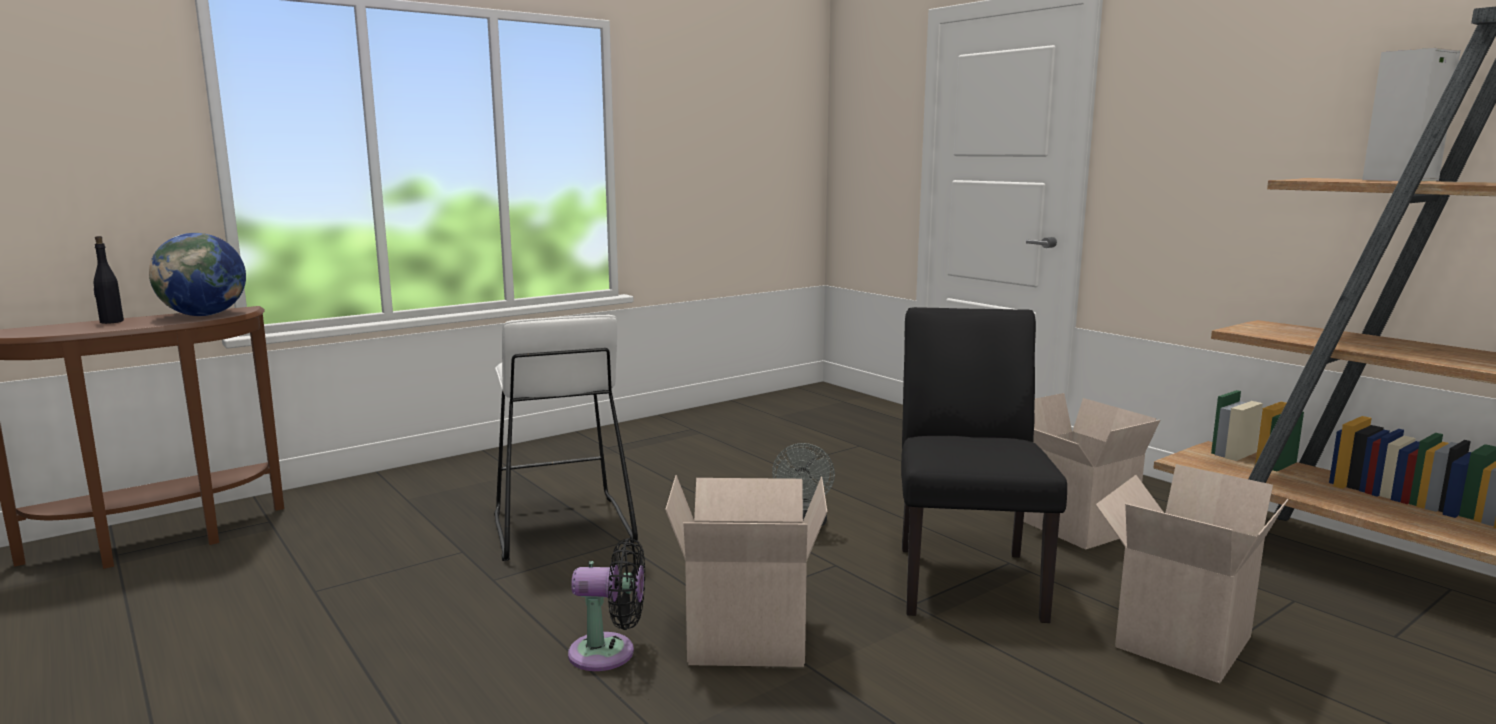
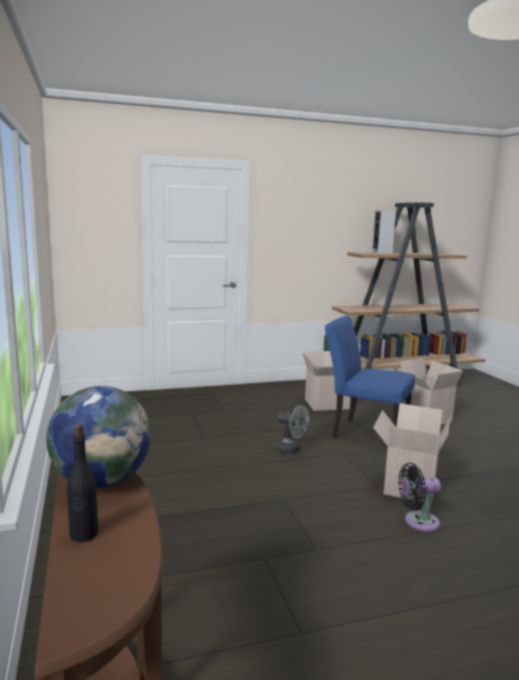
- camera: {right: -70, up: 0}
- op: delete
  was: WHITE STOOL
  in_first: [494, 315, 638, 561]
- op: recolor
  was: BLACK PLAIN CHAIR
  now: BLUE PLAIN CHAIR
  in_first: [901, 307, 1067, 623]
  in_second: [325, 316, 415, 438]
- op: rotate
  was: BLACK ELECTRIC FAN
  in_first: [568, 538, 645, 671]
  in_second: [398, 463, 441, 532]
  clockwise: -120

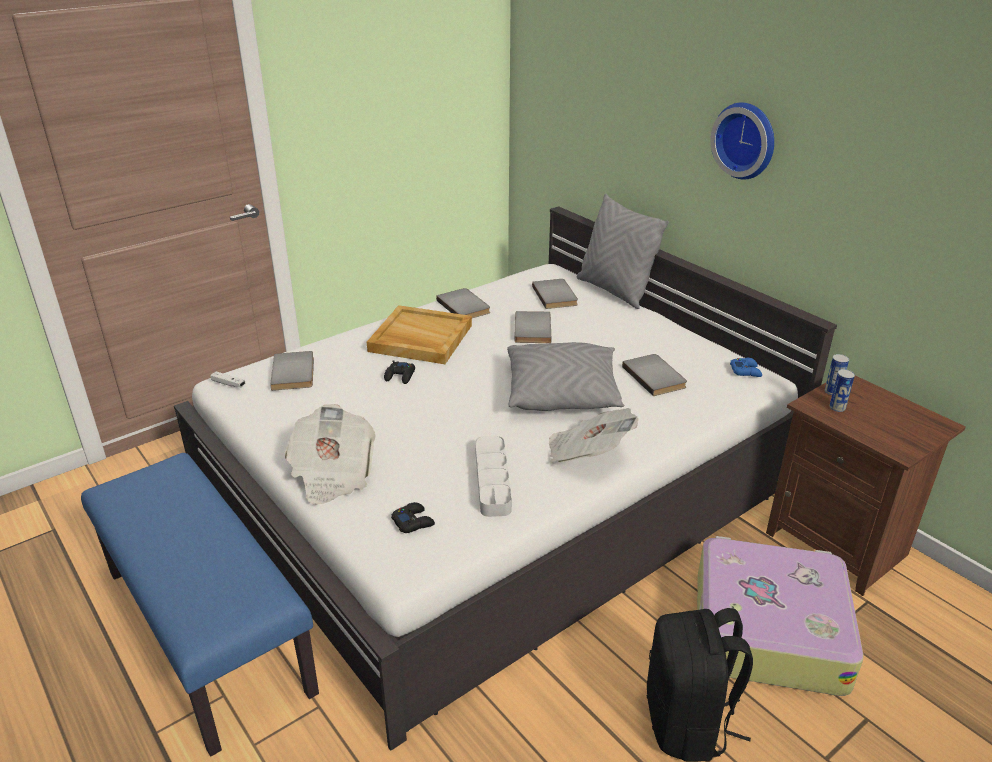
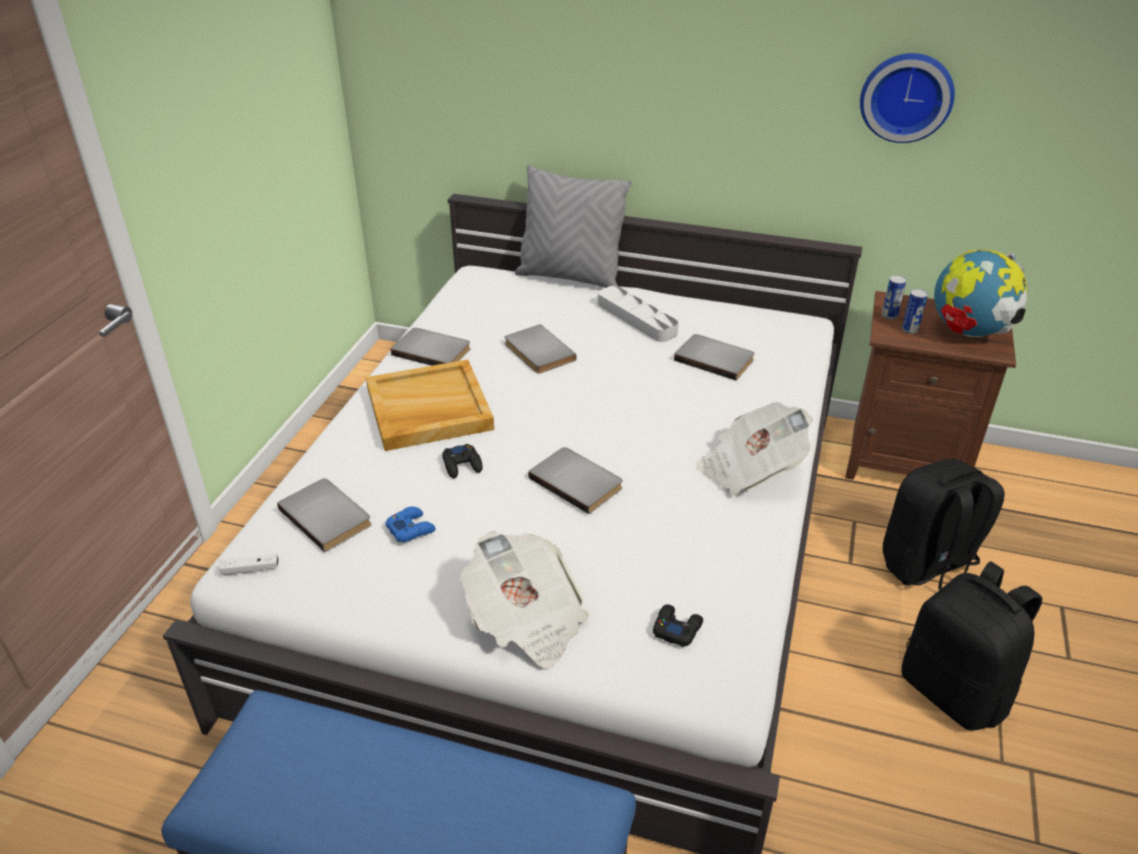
- camera: {right: -35, up: 5}
- op: delete
  was: GRAY PILLOW
  in_first: [507, 342, 624, 411]
- op: insert
  now: DESK GLOBE
  in_second: [934, 250, 1027, 337]
- op: move
  was: GRAY CARRYING TRAY
  in_first: [475, 436, 512, 517]
  in_second: [598, 286, 679, 342]
- op: move
  was: GRAY VOLUME
  in_first: [532, 279, 578, 309]
  in_second: [528, 447, 623, 514]
- op: move
  was: HANGING CLOCK
  in_first: [710, 102, 774, 180]
  in_second: [860, 53, 955, 143]
- op: move
  was: BLUE GAMEPAD
  in_first: [730, 357, 762, 377]
  in_second: [385, 506, 436, 542]
- op: replace
  was: TRAVEL CASE
  now: BLACK RUCKSACK
  in_first: [697, 536, 864, 696]
  in_second: [883, 459, 1005, 590]

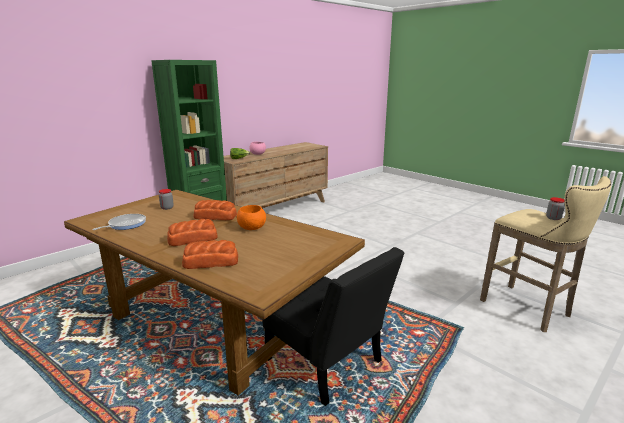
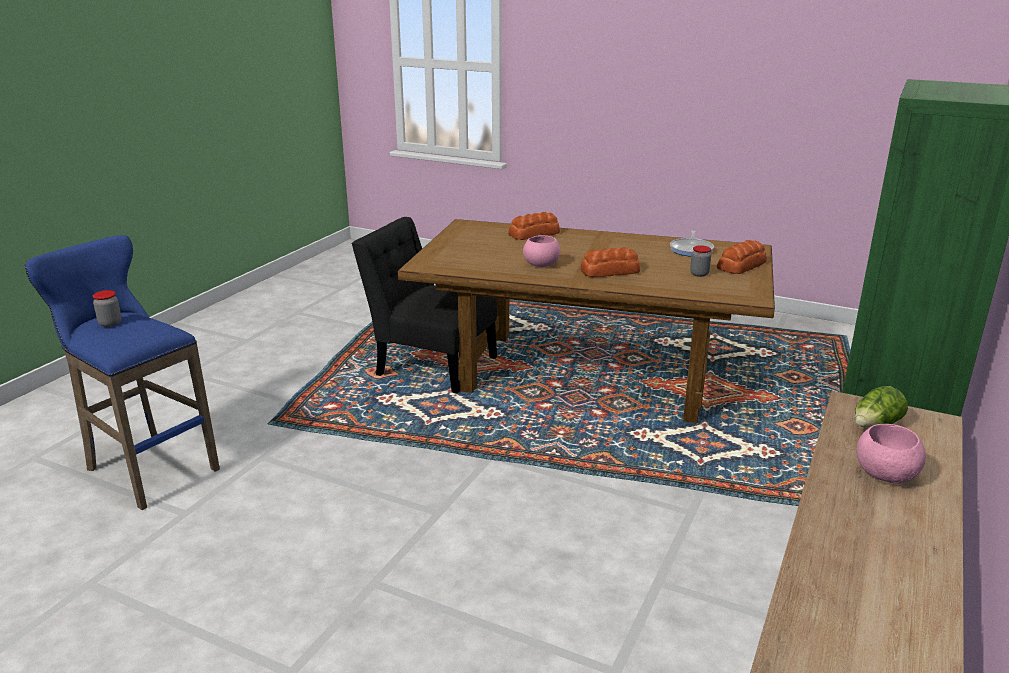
- camera: {right: 160, up: 5}
- op: move
  was: BREAD
  in_first: [167, 219, 218, 246]
  in_second: [717, 240, 767, 274]
- op: recolor
  was: ORANGEY BOWL
  now: PINK BOWL
  in_first: [237, 205, 266, 230]
  in_second: [523, 235, 560, 267]
- op: recolor
  was: SAND-COLOURED STOOL
  now: BLUE STOOL
  in_first: [480, 176, 611, 332]
  in_second: [25, 235, 220, 510]

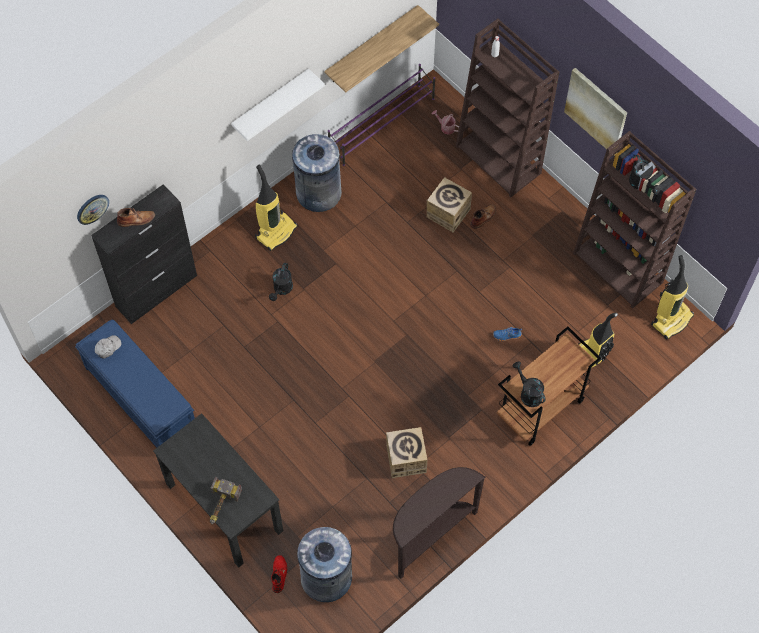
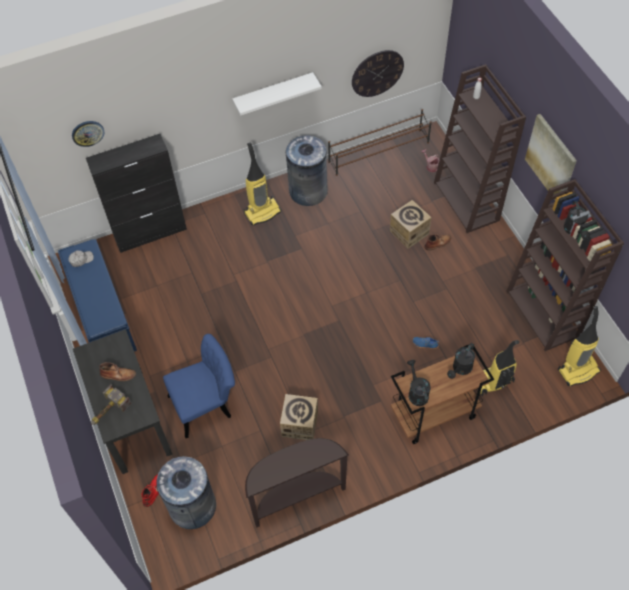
- camera: {right: 20, up: -5}
- op: insert
  now: BLUE PLAIN CHAIR
  in_second: [163, 334, 235, 438]
- op: move
  was: BROWN HIGH-TOP BOOT
  in_first: [117, 208, 155, 227]
  in_second: [100, 362, 136, 381]
- op: move
  was: BLACK SPRINKLING CAN
  in_first: [269, 263, 293, 301]
  in_second: [447, 343, 475, 379]
- op: replace
  was: WALL SHELF
  now: HANGING CLOCK
  in_first: [324, 5, 439, 93]
  in_second: [352, 50, 404, 97]
- op: recolor
  was: PURPLISH SHOE STAND
  now: BROWN SHOE STAND
  in_first: [328, 64, 435, 166]
  in_second: [328, 109, 432, 176]

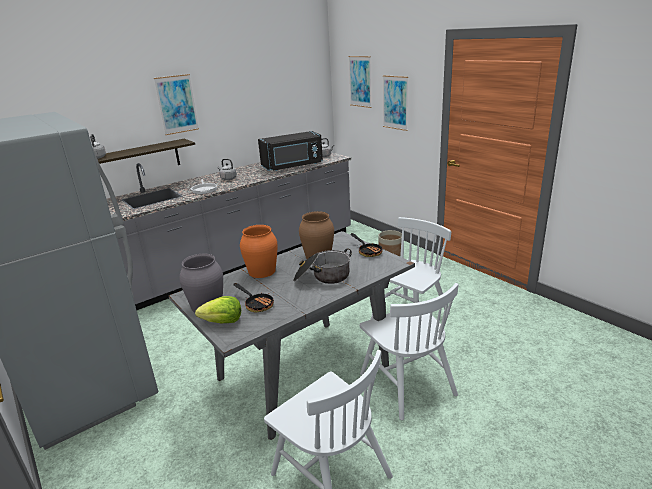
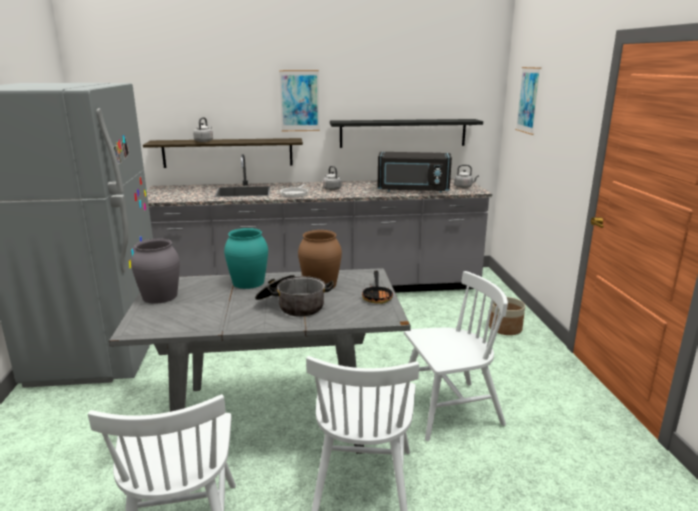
- camera: {right: 30, up: -5}
- op: delete
  was: HEAD OF LETTUCE
  in_first: [195, 296, 241, 323]
- op: delete
  was: SKILLET
  in_first: [233, 283, 274, 312]
- op: delete
  was: WALL ART
  in_first: [383, 75, 408, 131]
- op: insert
  now: BLACK WALL SHELF
  in_second: [330, 119, 483, 148]
- op: recolor
  was: ORANGEY FLOWER VASE
  now: TURQUOISE-COLOURED FLOWER VASE
  in_first: [240, 225, 278, 278]
  in_second: [224, 228, 268, 289]

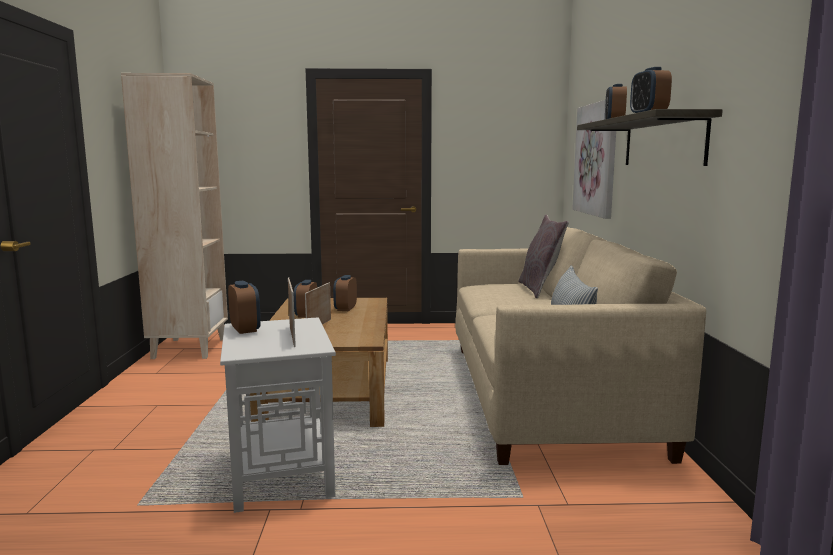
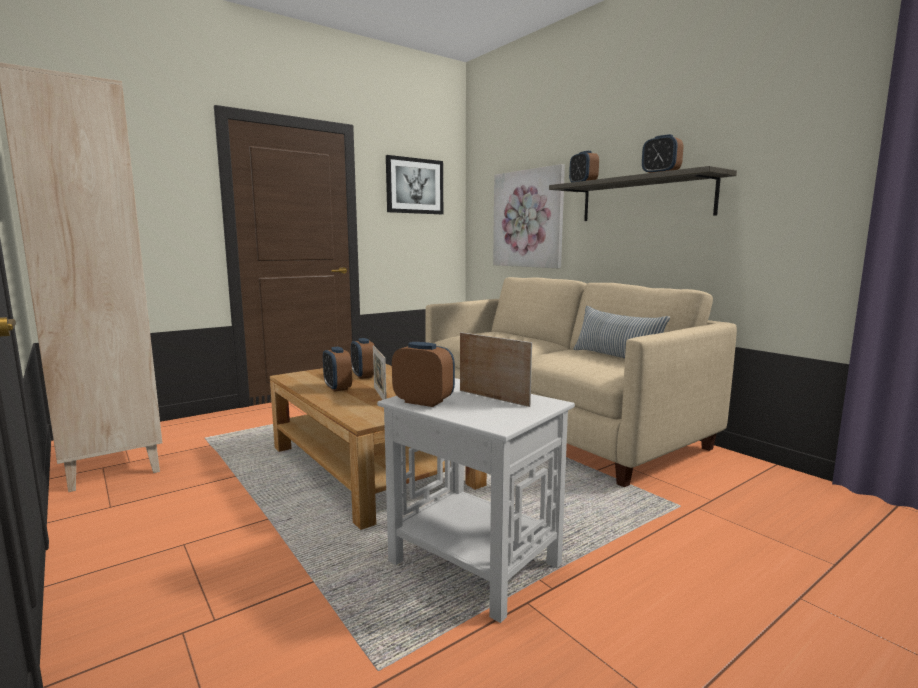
- camera: {right: -35, up: 0}
- op: delete
  was: GRAY PILLOW
  in_first: [518, 215, 569, 298]
- op: insert
  now: WALL ART
  in_second: [386, 155, 443, 214]

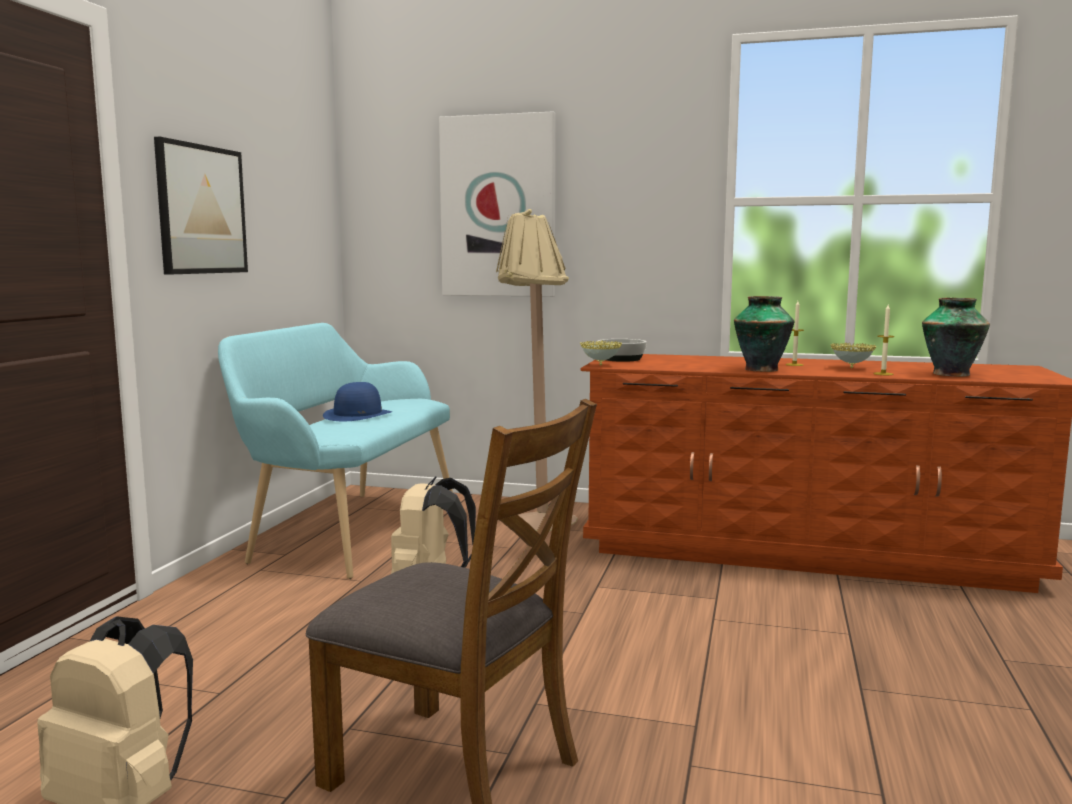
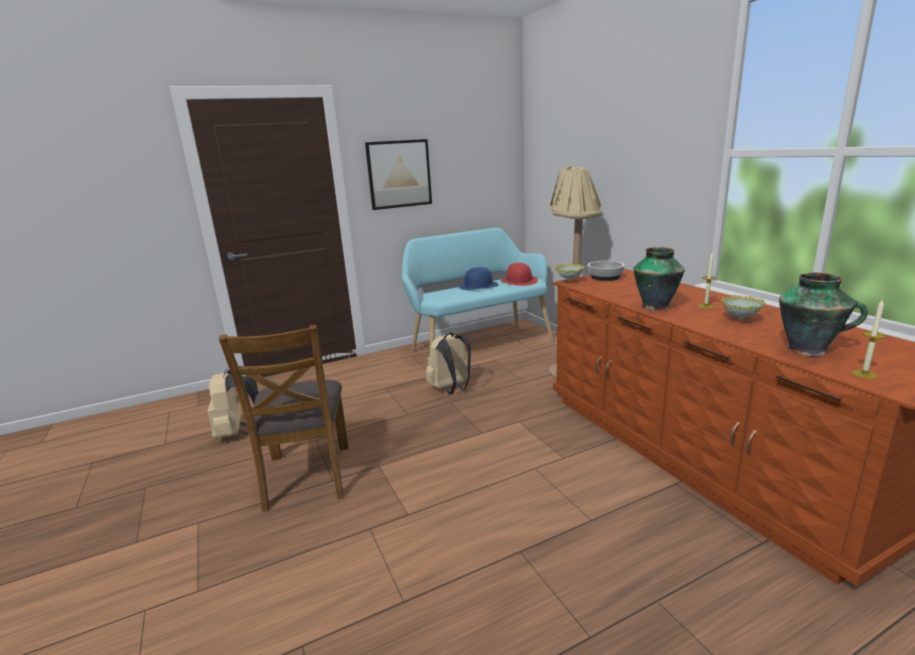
- camera: {right: 50, up: 10}
- op: delete
  was: WALL ART
  in_first: [439, 111, 555, 297]
- op: insert
  now: REDDISH HAT
  in_second: [500, 263, 538, 286]
- op: move
  was: WAX CANDLE
  in_first: [873, 305, 895, 375]
  in_second: [852, 299, 886, 379]

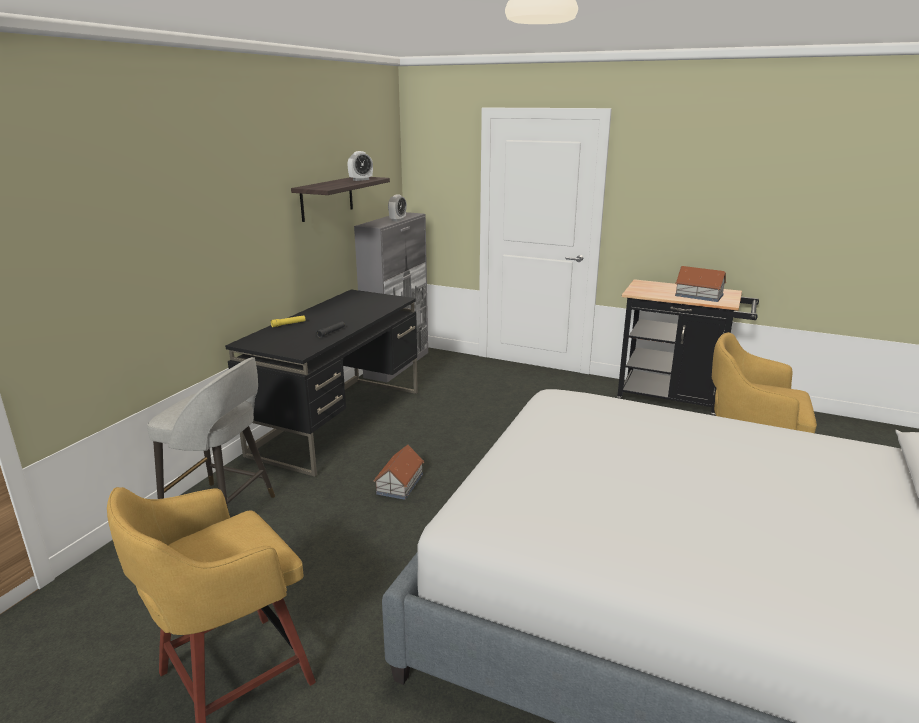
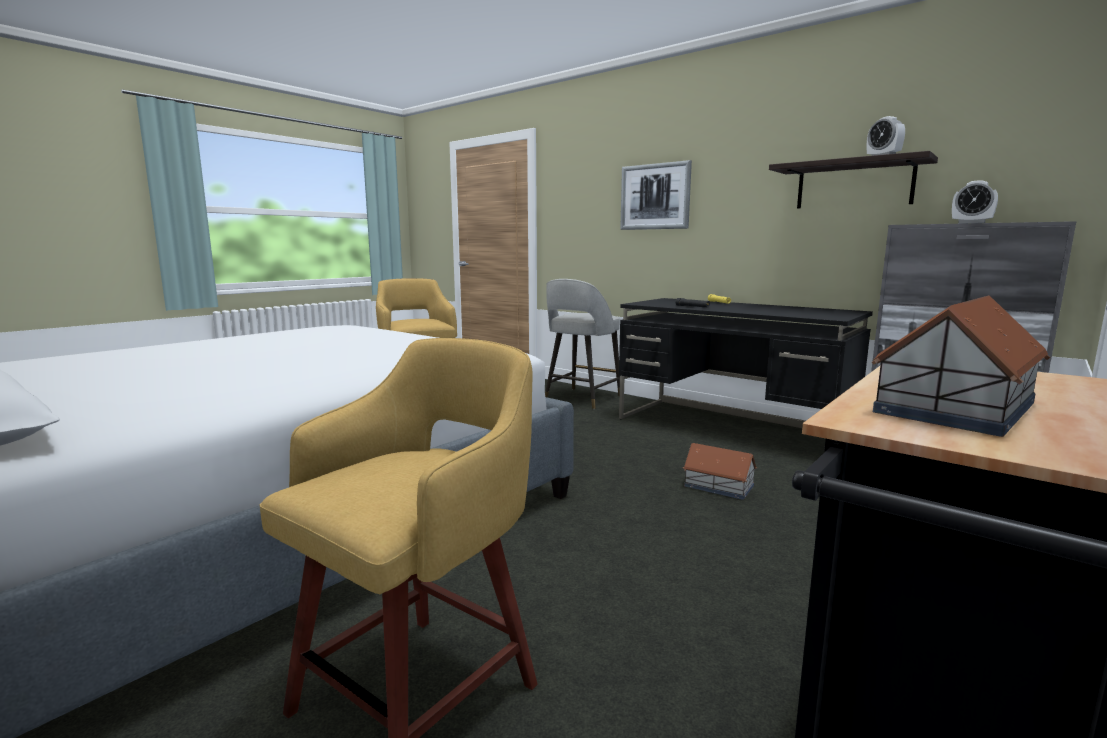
- camera: {right: 105, up: -10}
- op: insert
  now: WALL ART
  in_second: [620, 160, 692, 230]
- op: move
  was: TOY HOUSE
  in_first: [374, 445, 424, 500]
  in_second: [683, 443, 757, 500]

